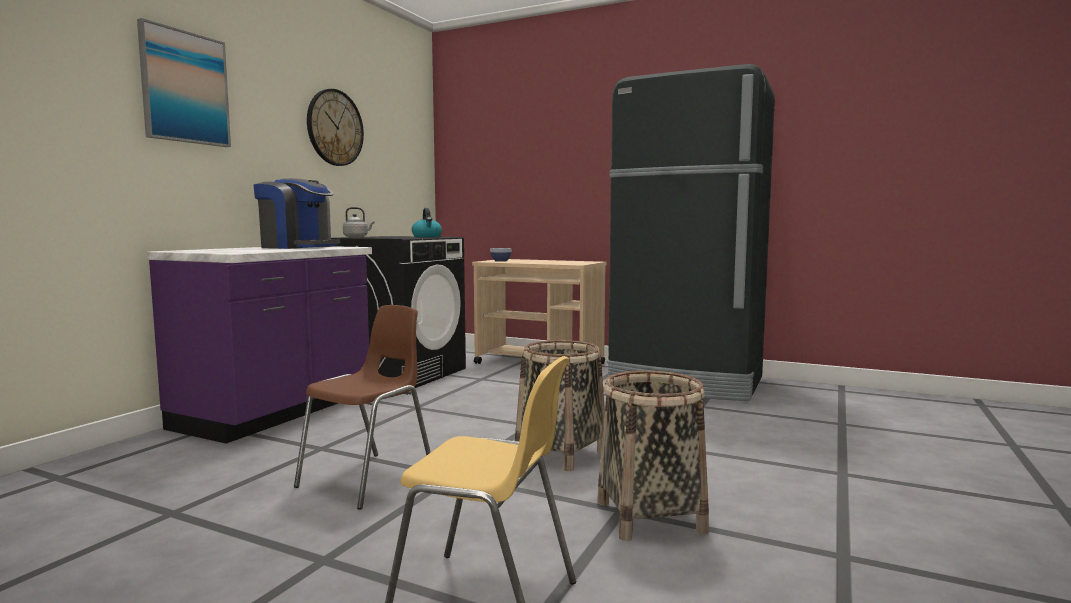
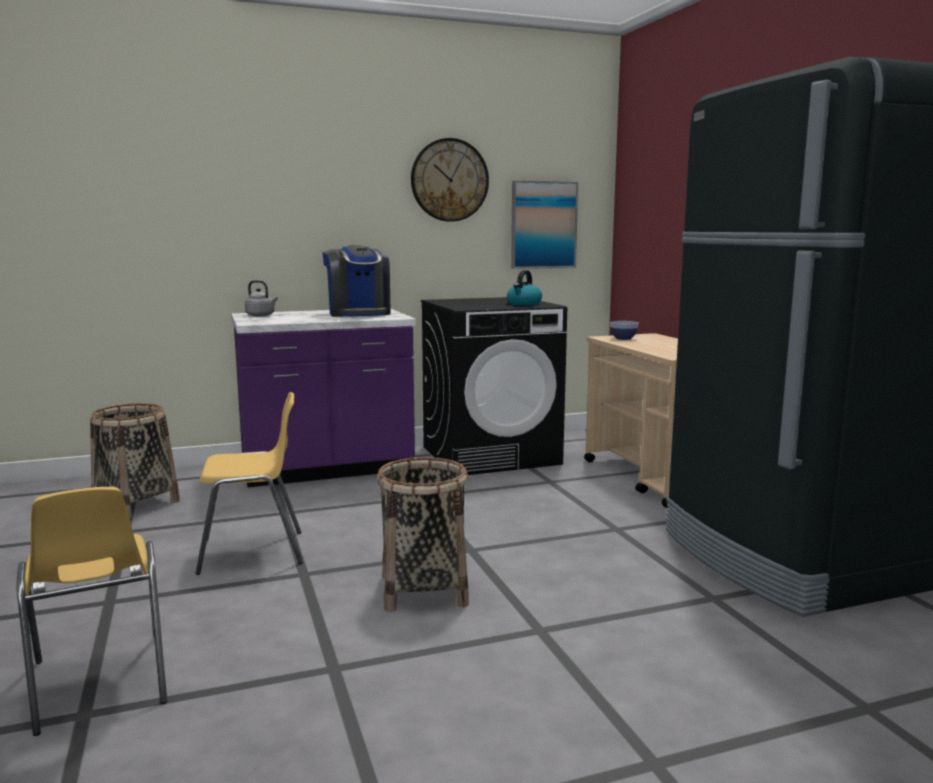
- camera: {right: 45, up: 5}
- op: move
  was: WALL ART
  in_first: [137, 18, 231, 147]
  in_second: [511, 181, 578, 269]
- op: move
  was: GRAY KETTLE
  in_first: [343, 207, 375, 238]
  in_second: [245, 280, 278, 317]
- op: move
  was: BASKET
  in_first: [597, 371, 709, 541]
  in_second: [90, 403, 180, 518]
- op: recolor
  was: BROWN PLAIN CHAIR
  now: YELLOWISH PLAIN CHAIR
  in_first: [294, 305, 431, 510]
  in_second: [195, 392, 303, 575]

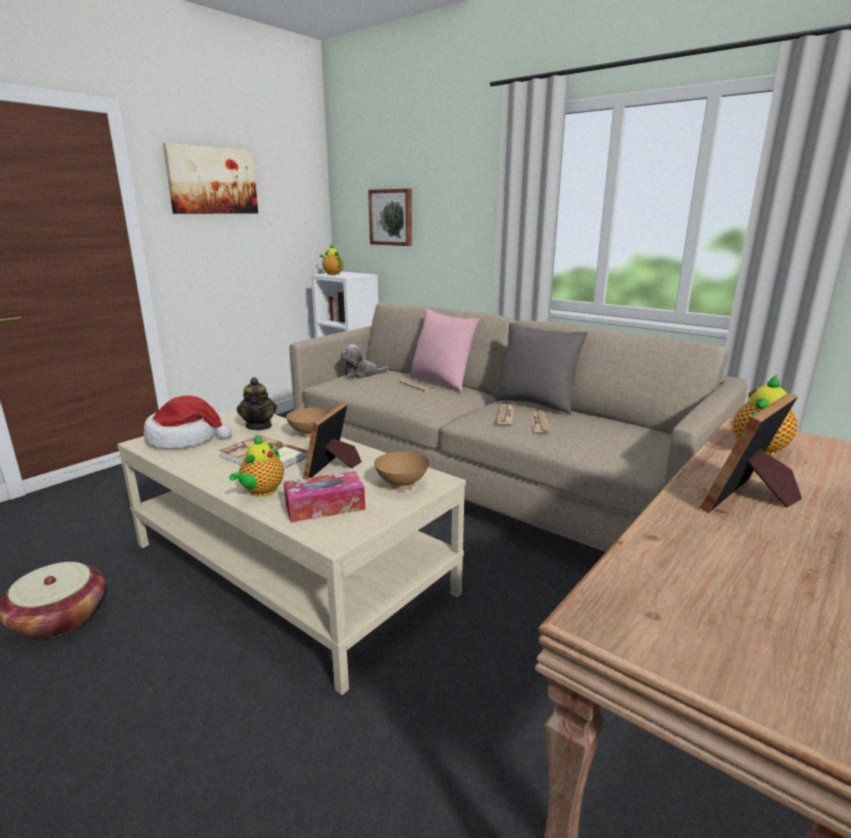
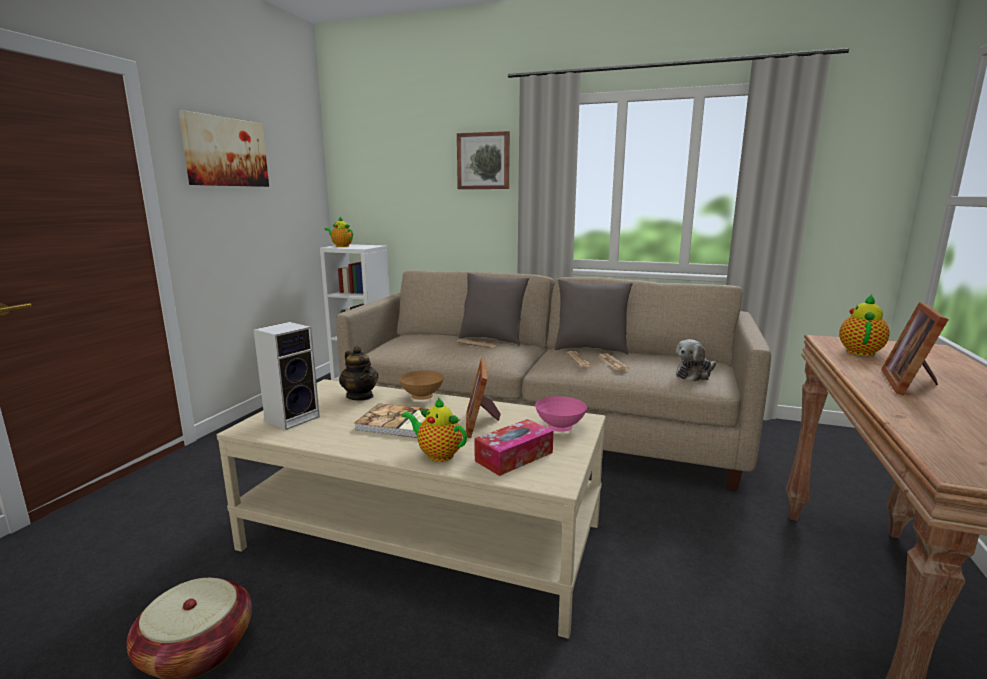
- camera: {right: -20, up: -5}
- op: move
  was: PLUSH TOY
  in_first: [341, 344, 389, 378]
  in_second: [676, 339, 716, 382]
- op: move
  was: WALL ART
  in_first: [368, 188, 412, 246]
  in_second: [457, 131, 510, 189]
- op: replace
  was: HAT
  now: LOUDSPEAKER
  in_first: [144, 396, 232, 449]
  in_second: [253, 322, 320, 430]
- op: recolor
  was: BROWN BOWL
  now: PINK BOWL
  in_first: [374, 451, 429, 490]
  in_second: [535, 396, 587, 432]
- op: recolor
  was: PINK PILLOW
  now: GRAY PILLOW
  in_first: [410, 309, 480, 392]
  in_second: [459, 273, 529, 346]
- op: rotate
  was: TEA POT
  in_first: [229, 435, 284, 497]
  in_second: [402, 397, 467, 462]
  clockwise: 120

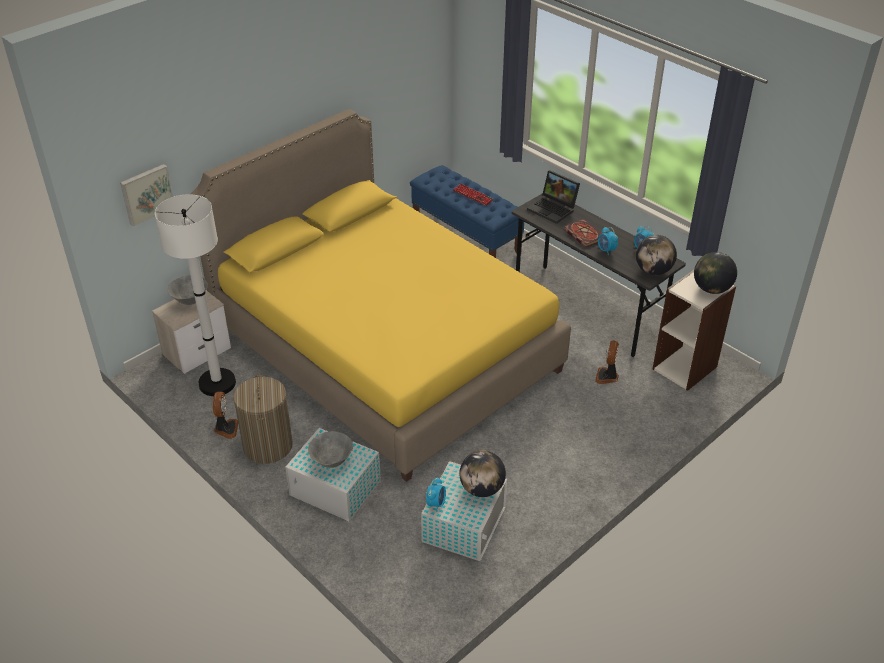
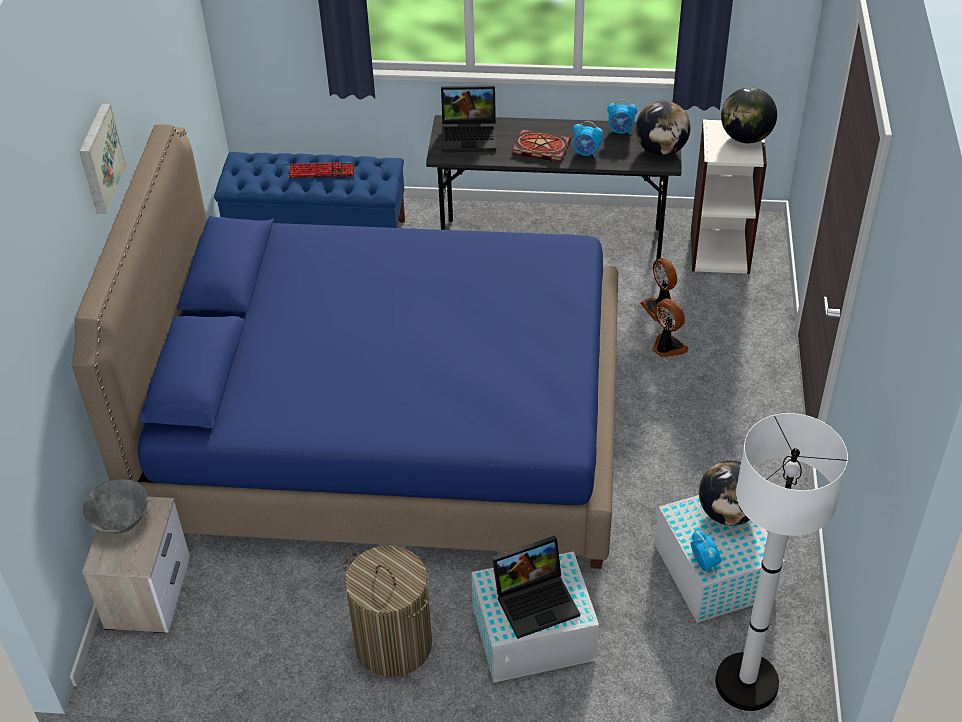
- camera: {right: -40, up: 5}
- op: move
  was: WALL ART
  in_first: [120, 164, 173, 227]
  in_second: [79, 104, 126, 214]
- op: move
  was: WHITE FLOOR LAMP
  in_first: [155, 194, 236, 396]
  in_second: [715, 413, 848, 711]
- op: move
  was: ELECTRIC FAN
  in_first: [213, 392, 238, 439]
  in_second: [652, 299, 689, 358]
- op: replace
  was: GRAY BOWL
  now: PORTABLE COMPUTER
  in_first: [308, 431, 353, 468]
  in_second: [492, 536, 580, 639]
- op: recolor
  was: YELLOWISH BEDROOM BED
  now: BLUE BEDROOM BED
  in_first: [191, 109, 571, 482]
  in_second: [71, 124, 618, 569]

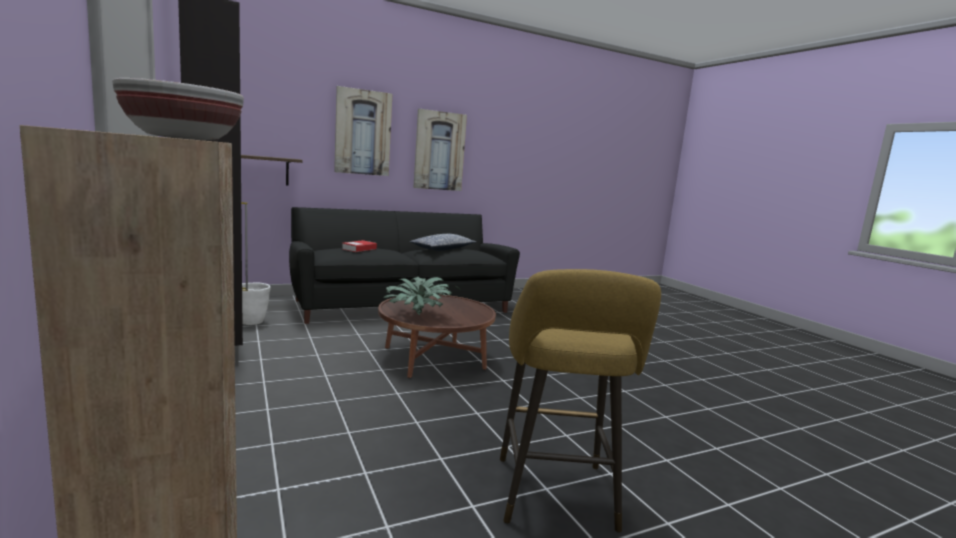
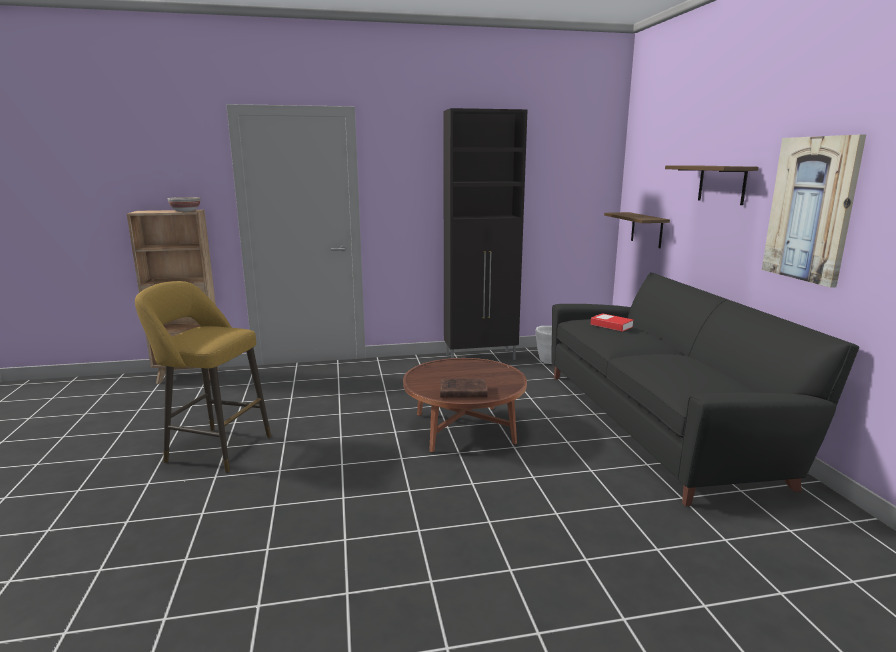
- camera: {right: 105, up: 5}
- op: delete
  was: HOUSEPLANT
  in_first: [383, 277, 460, 315]
- op: delete
  was: PILLOW
  in_first: [410, 234, 476, 250]
- op: insert
  now: BROWN VOLUME
  in_second: [440, 379, 488, 398]
- op: replace
  was: WALL ART
  now: WALL SHELF
  in_first: [334, 86, 392, 176]
  in_second: [665, 165, 759, 205]

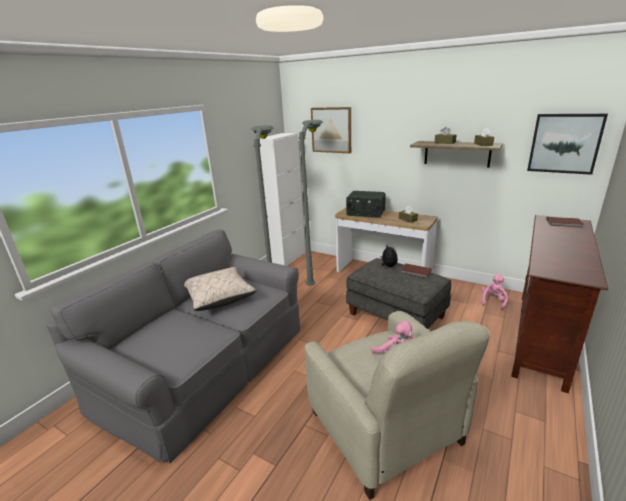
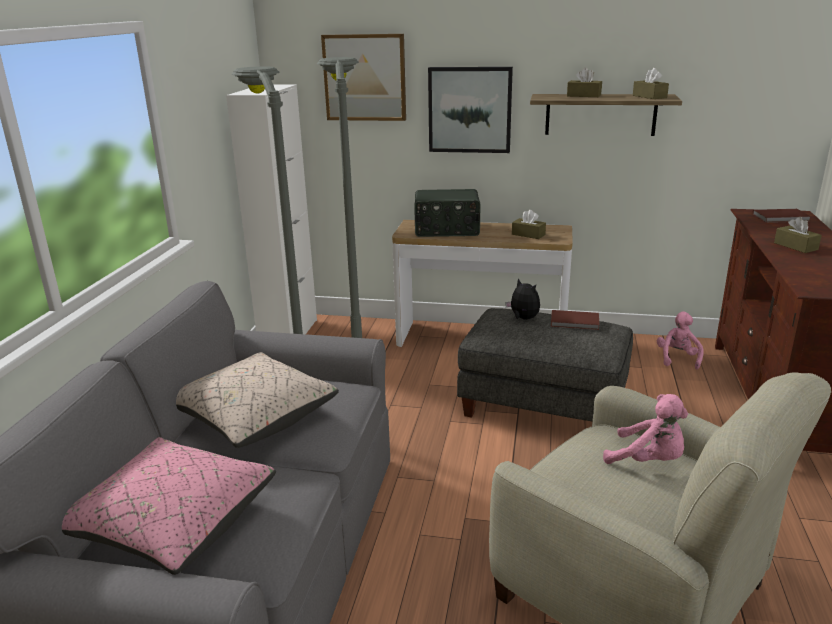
- camera: {right: -20, up: 0}
- op: insert
  now: PINK PILLOW
  in_second: [62, 437, 276, 575]
- op: insert
  now: BROWN BOX OF TISSUES
  in_second: [774, 217, 822, 253]
- op: move
  was: WALL ART
  in_first: [527, 114, 608, 175]
  in_second: [428, 67, 513, 153]

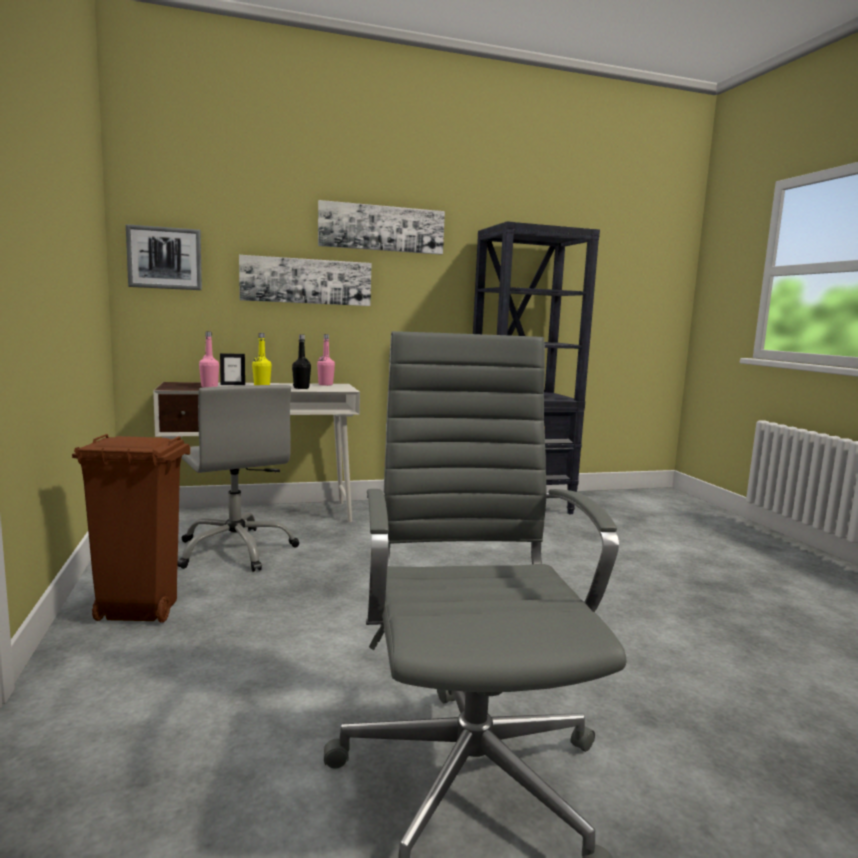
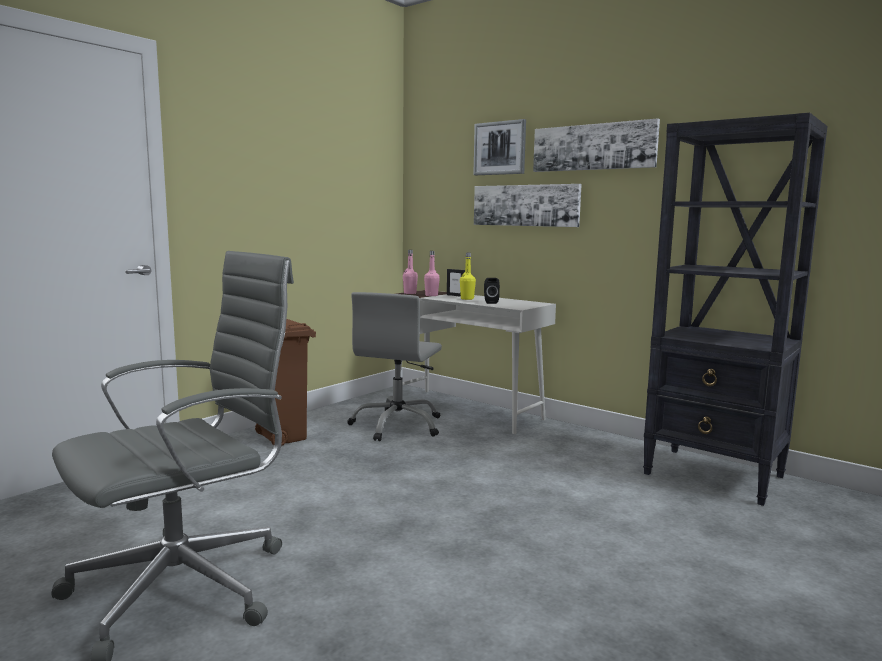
- camera: {right: 55, up: 0}
- op: move
  was: WALL ART
  in_first: [126, 224, 202, 290]
  in_second: [473, 119, 526, 175]
- op: move
  was: PINK DRINK BOTTLE
  in_first: [317, 334, 335, 386]
  in_second: [403, 250, 418, 294]
- op: replace
  was: BLACK DRINK BOTTLE
  now: BLACK LOUDSPEAKER
  in_first: [292, 334, 311, 389]
  in_second: [484, 278, 500, 304]

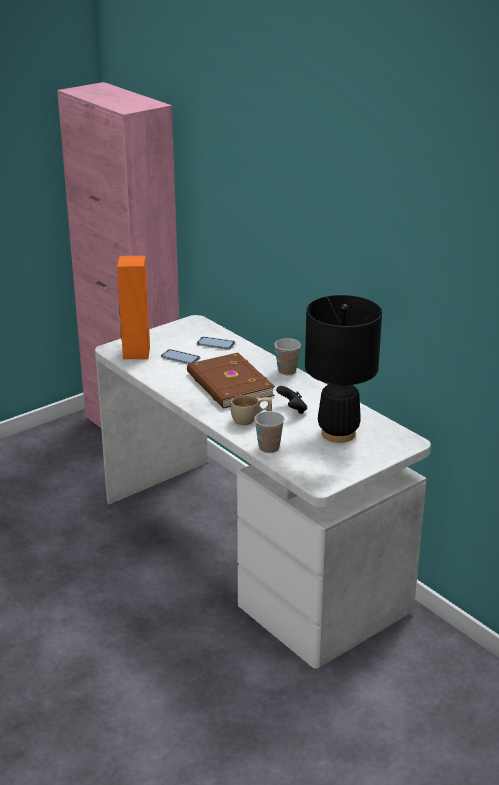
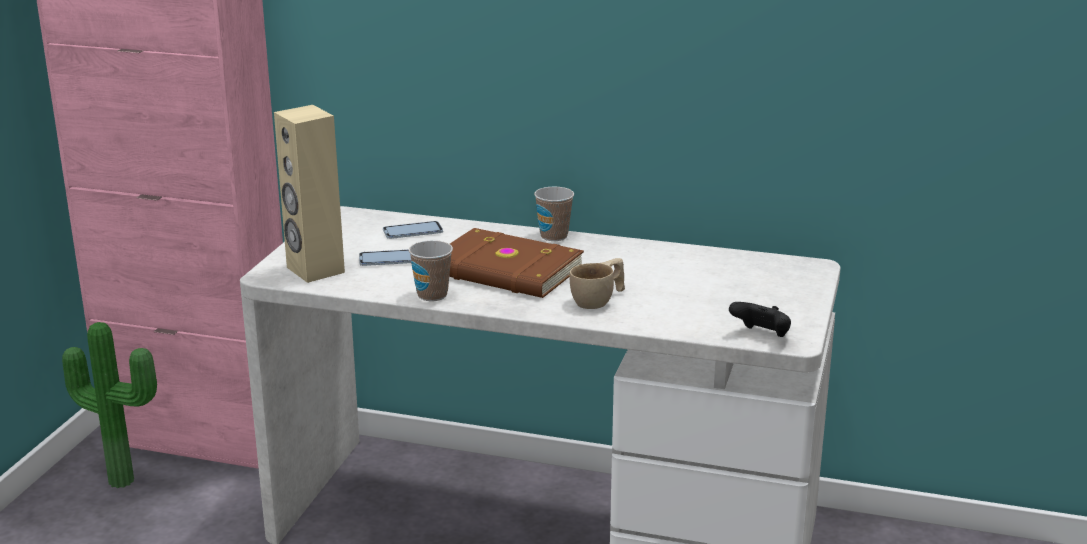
- camera: {right: -35, up: -5}
- op: delete
  was: BLACK TABLETOP LAMP
  in_first: [305, 295, 382, 443]
- op: insert
  now: HOUSEPLANT
  in_second: [62, 322, 157, 488]
- op: move
  was: SMALL CUP
  in_first: [254, 411, 285, 453]
  in_second: [409, 240, 453, 301]
- op: move
  was: BLACK GAMEPAD
  in_first: [276, 386, 307, 414]
  in_second: [729, 302, 791, 337]
- op: recolor
  was: ORANGEY LOUDSPEAKER
  now: SAND-COLOURED LOUDSPEAKER
  in_first: [117, 256, 150, 359]
  in_second: [274, 105, 345, 283]

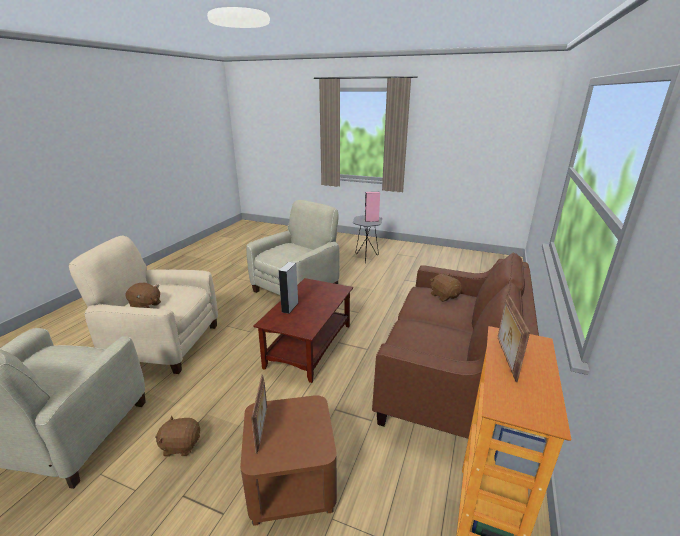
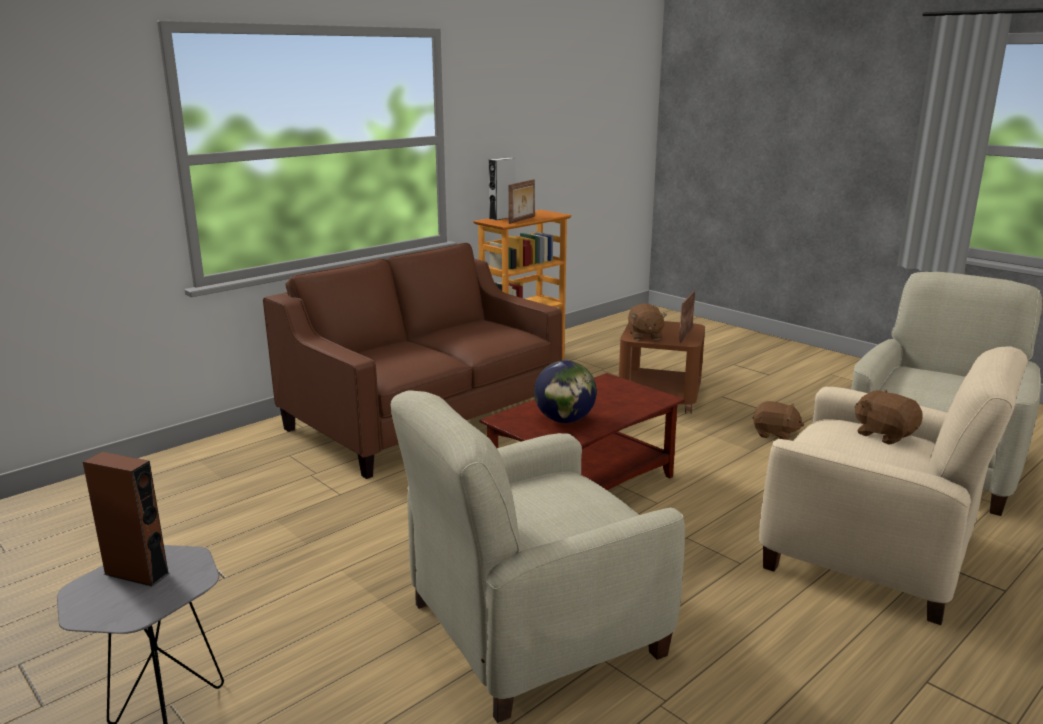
- camera: {right: -155, up: -5}
- op: insert
  now: DESK GLOBE
  in_second: [534, 360, 597, 423]
- op: move
  was: GRAY LOUDSPEAKER
  in_first: [279, 262, 298, 314]
  in_second: [488, 157, 516, 220]
- op: move
  was: BROWN PLUSH TOY
  in_first: [430, 274, 462, 302]
  in_second: [628, 303, 667, 340]
- op: recolor
  was: PINK LOUDSPEAKER
  now: BROWN LOUDSPEAKER
  in_first: [365, 192, 380, 222]
  in_second: [83, 452, 169, 587]

